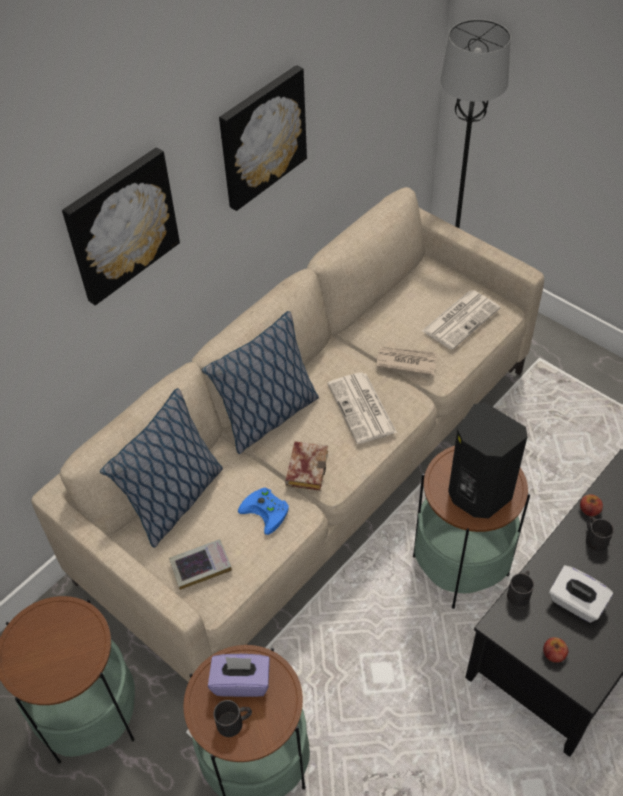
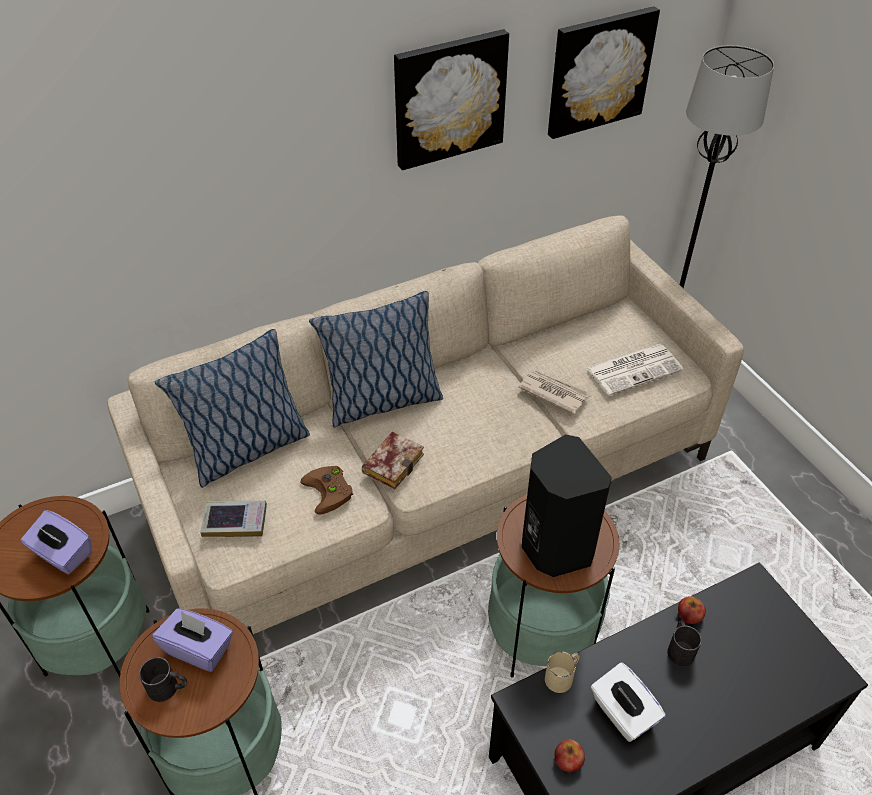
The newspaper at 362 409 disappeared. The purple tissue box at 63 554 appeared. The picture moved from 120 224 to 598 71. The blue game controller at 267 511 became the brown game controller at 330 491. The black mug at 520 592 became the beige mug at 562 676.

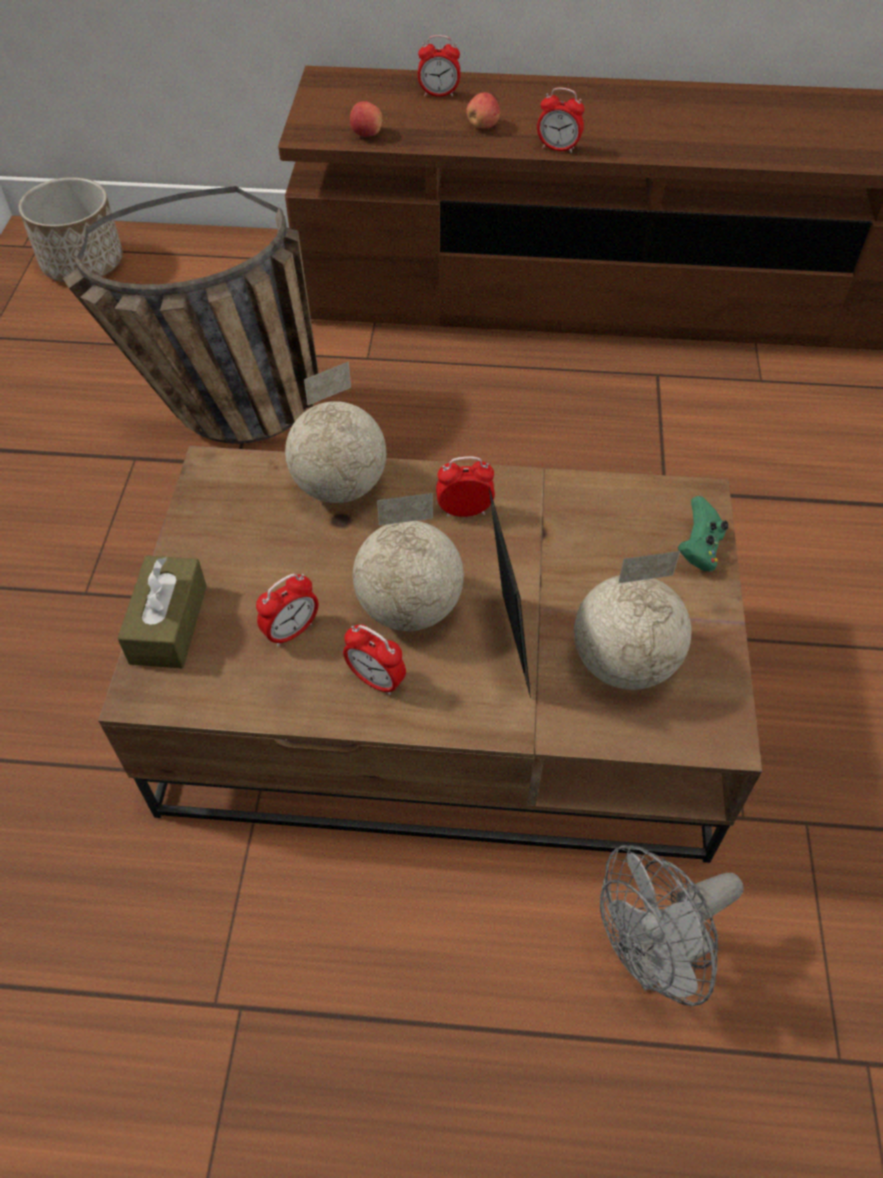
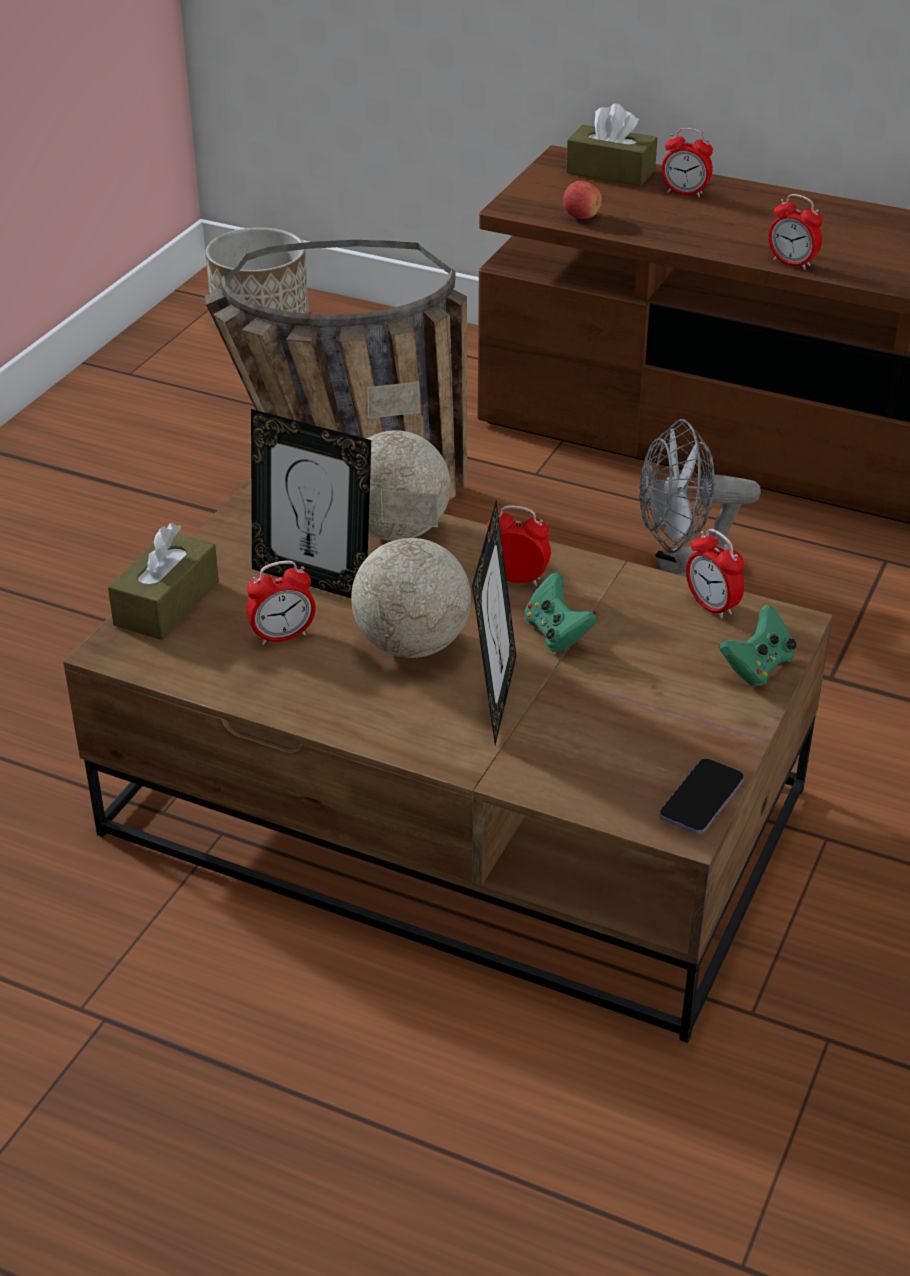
The apple at 483 126 disappeared. The globe at 622 662 disappeared. The picture frame at 313 579 appeared. The green game controller at 556 634 appeared. The brown tissue box at 610 171 appeared. The phone at 701 799 appeared. The alarm clock moved from 376 680 to 711 606. The grey fan moved from 652 957 to 684 571.

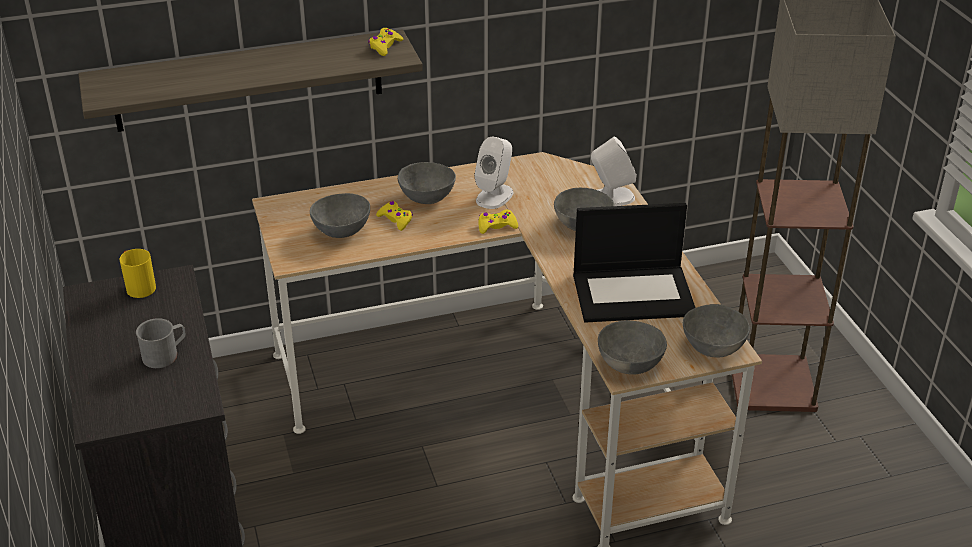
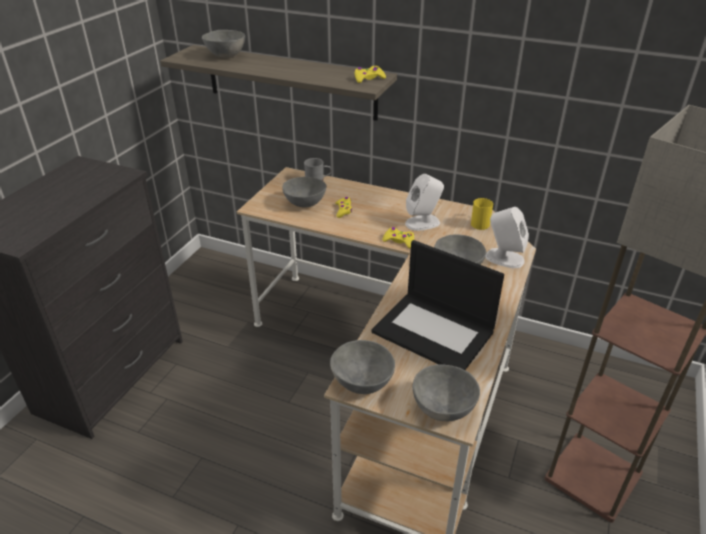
The yellow mug moved from 138 287 to 479 223. The grey mug moved from 165 354 to 317 179. The grey bowl moved from 427 199 to 225 56.

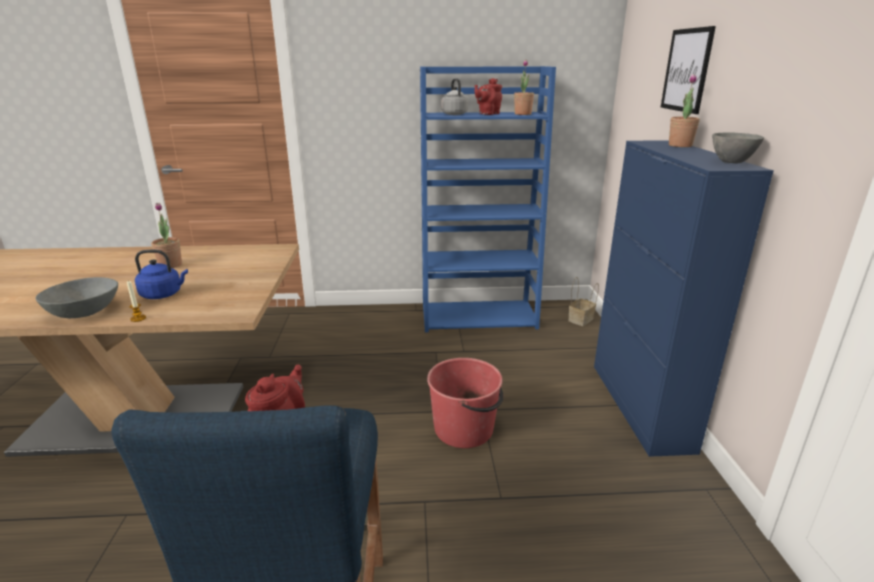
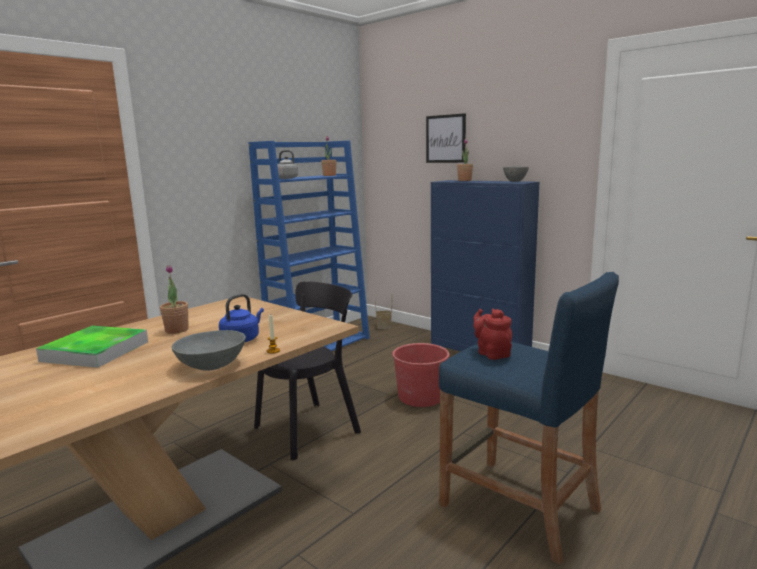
The red teapot at 487 114 disappeared. The tray at 95 351 appeared. The black chair at 311 428 appeared.

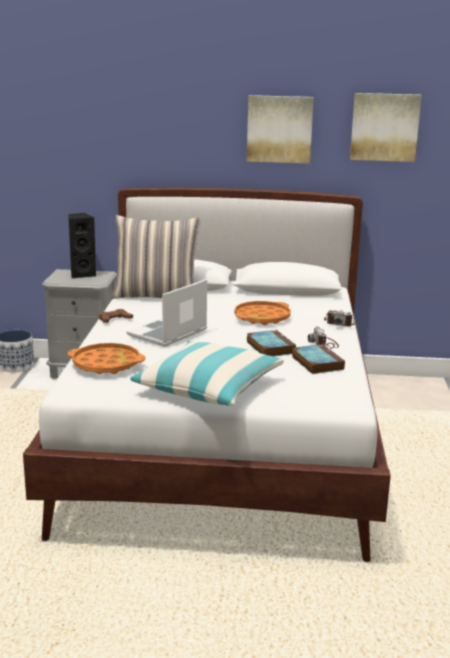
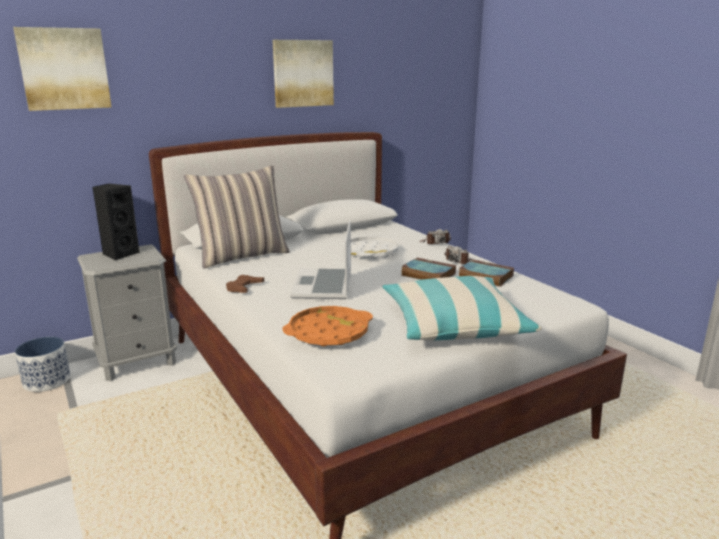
The picture moved from 384 127 to 64 69. The orange tray at 262 317 became the white tray at 371 252.

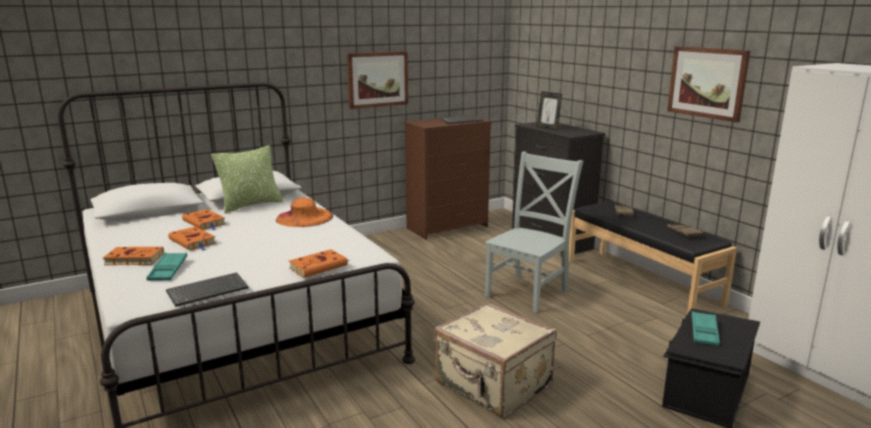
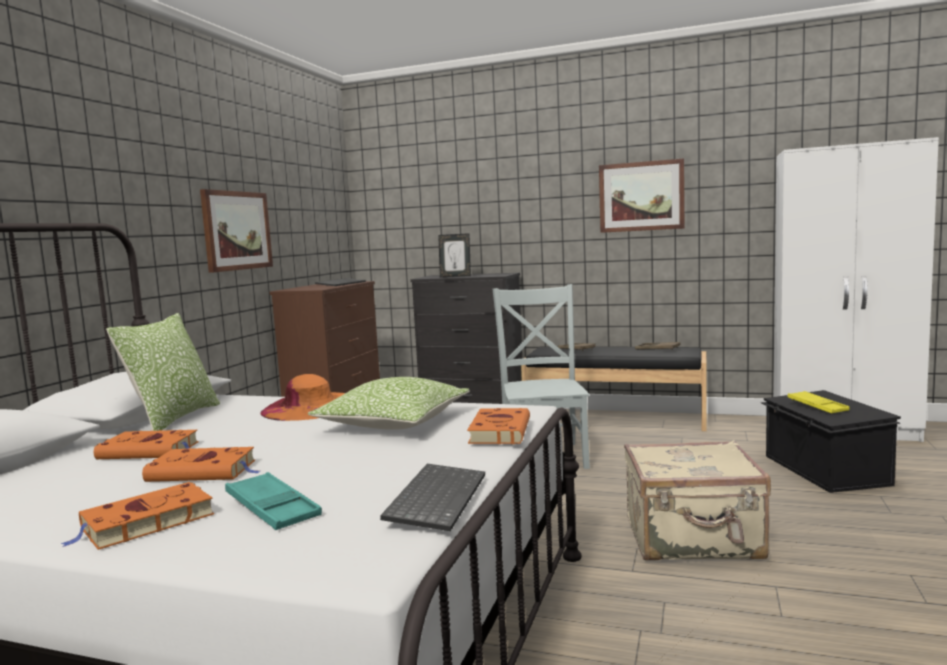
The pillow at 393 423 appeared. The turquoise tray at 704 332 became the yellow tray at 817 406.

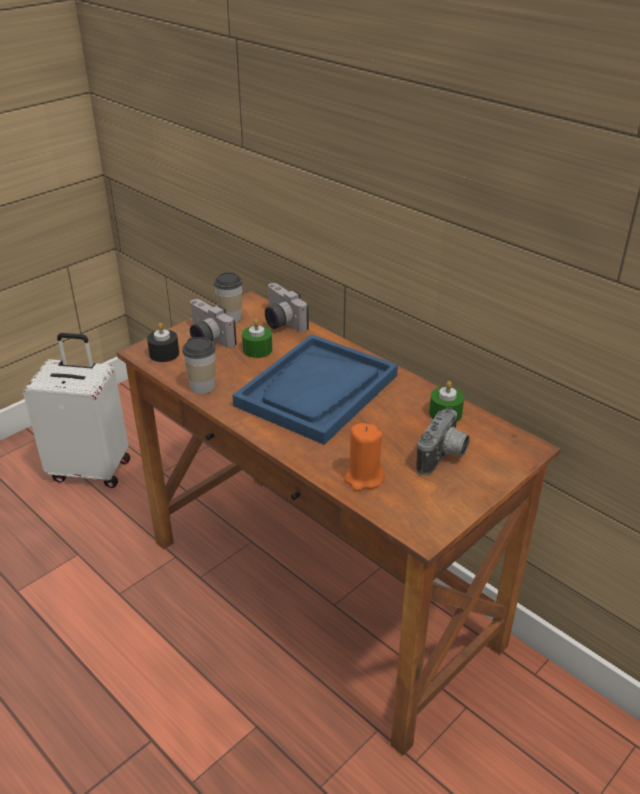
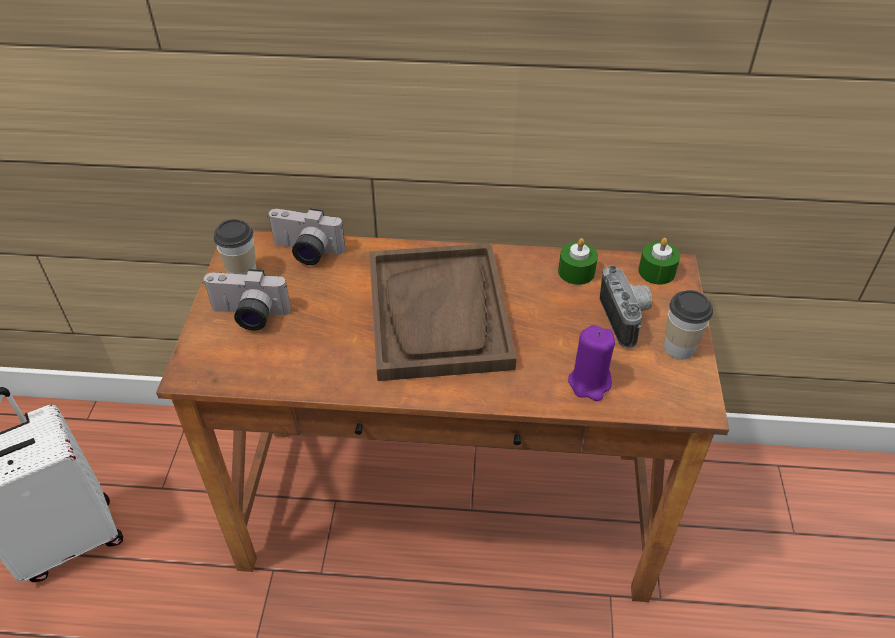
The black candle at 164 354 disappeared. The cup moved from 202 387 to 679 347. The green candle moved from 257 350 to 656 272. The blue tray at 317 391 became the brown tray at 438 313. The orange candle at 363 478 became the purple candle at 589 383.

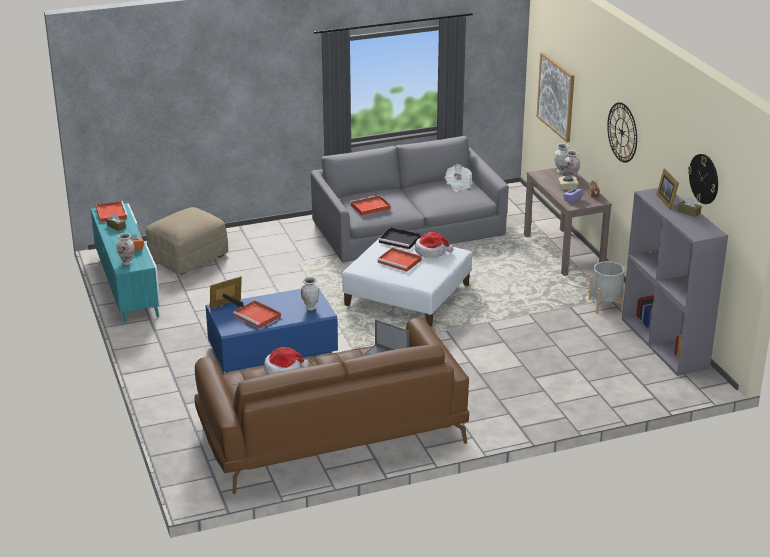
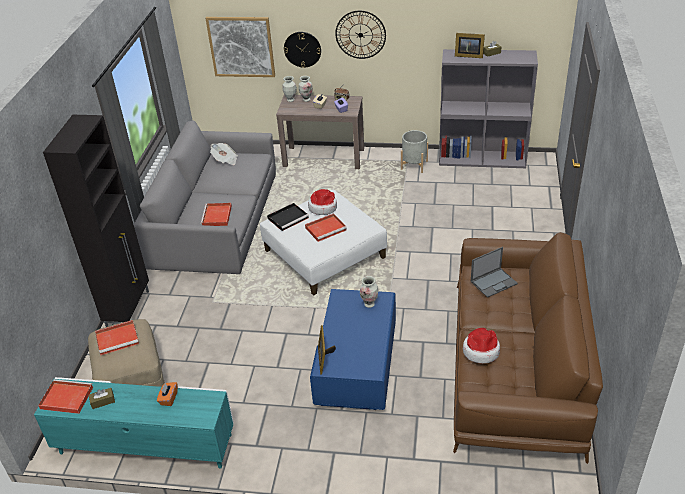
The vase at 127 263 disappeared. The black cabinet at 129 309 appeared. The red tray moved from 258 316 to 118 338. The wall clock moved from 704 178 to 302 49.

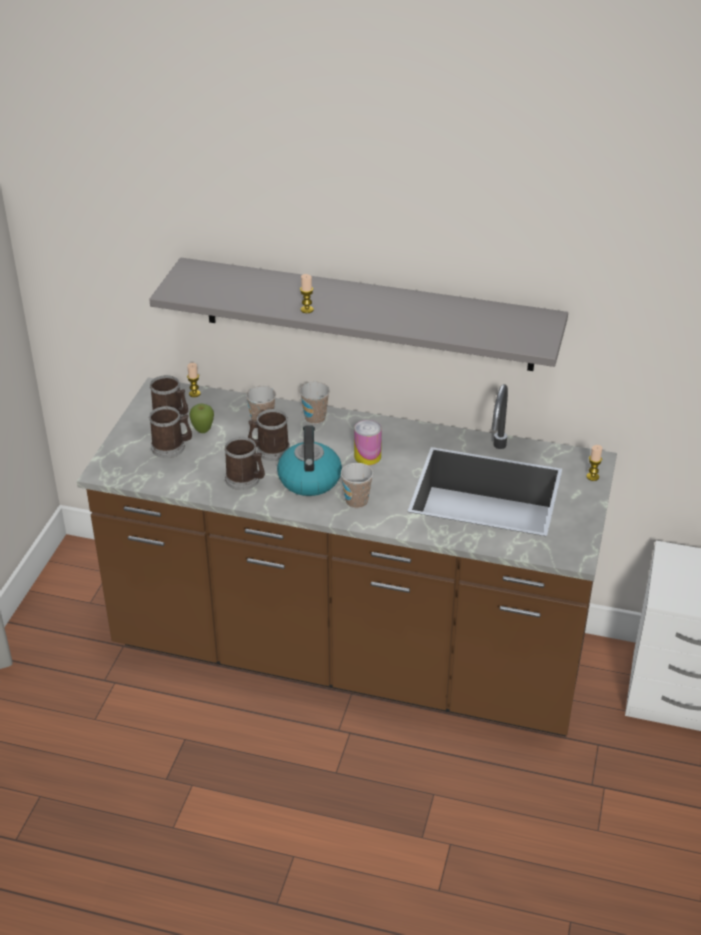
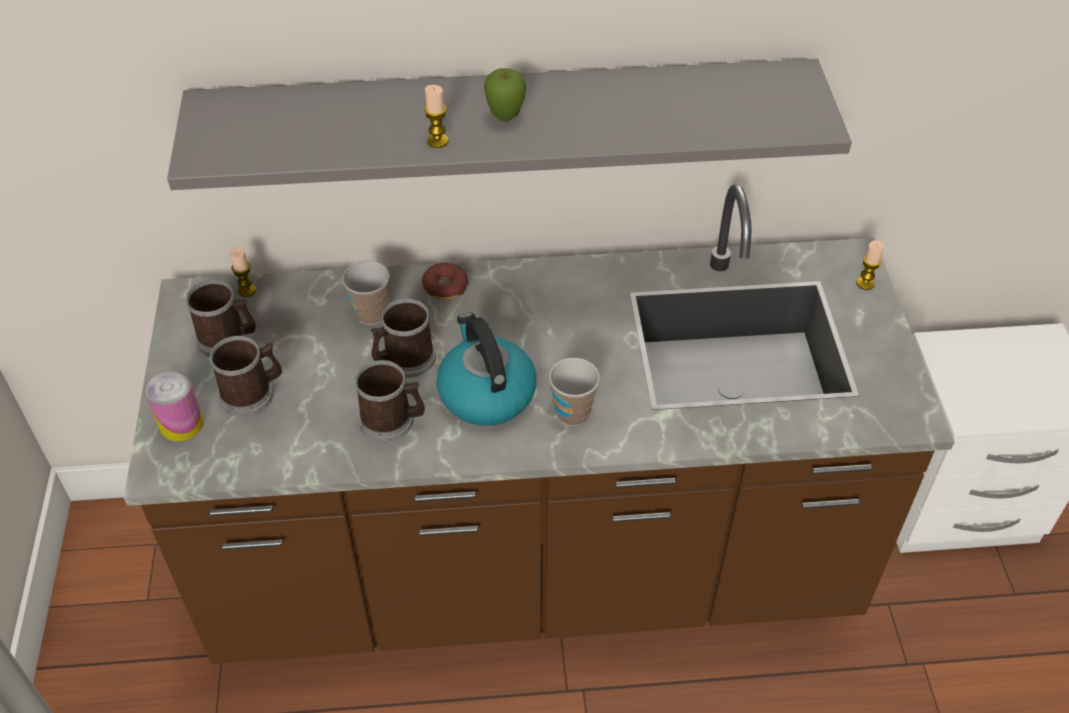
The apple moved from 203 431 to 505 118. The can moved from 367 456 to 181 424. The cup at 315 418 was replaced by the donut at 445 287.

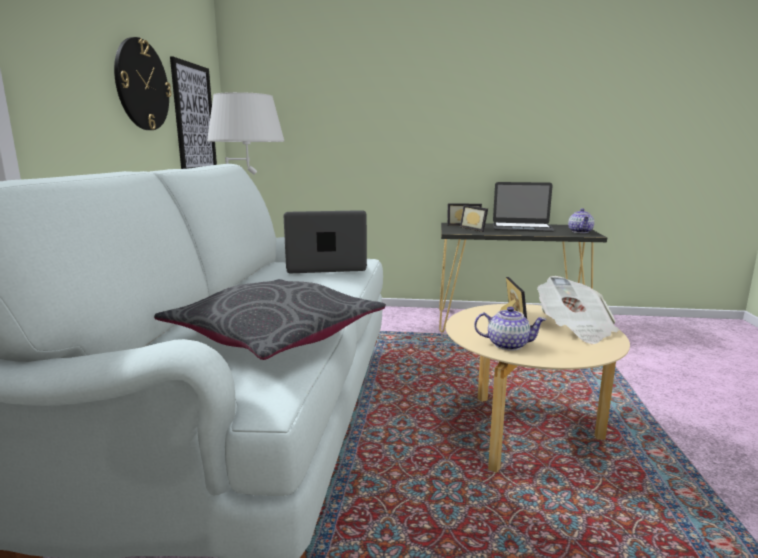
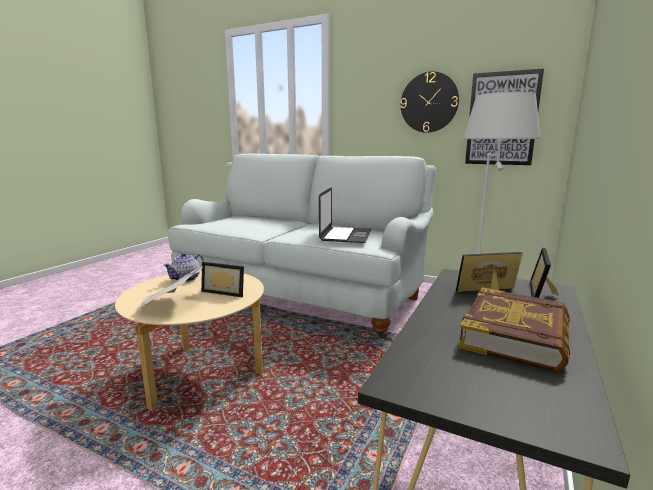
The grey pillow at 274 334 disappeared. The teapot at 580 231 disappeared. The laptop at 522 227 was replaced by the book at 516 335.

